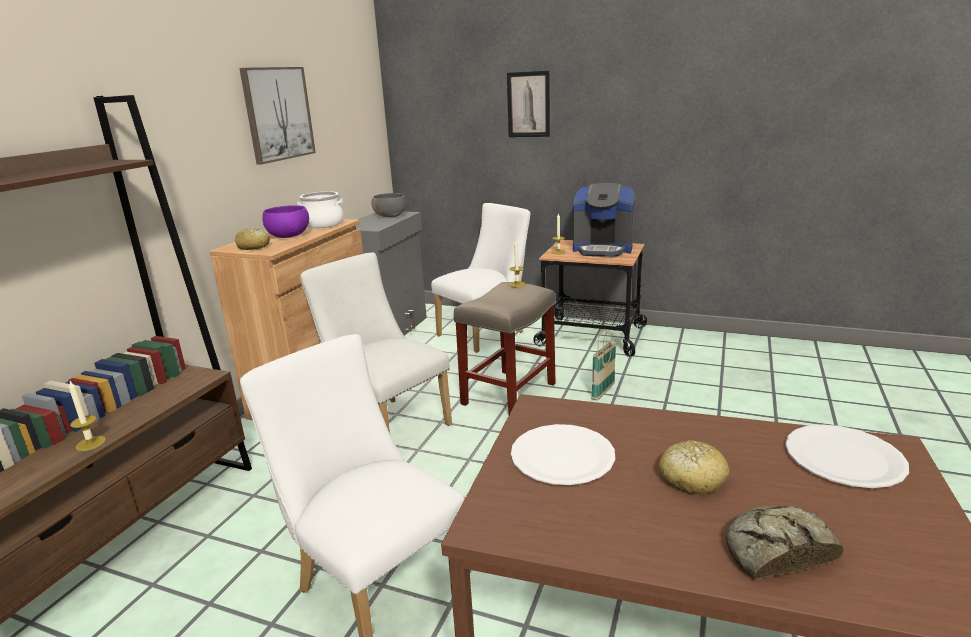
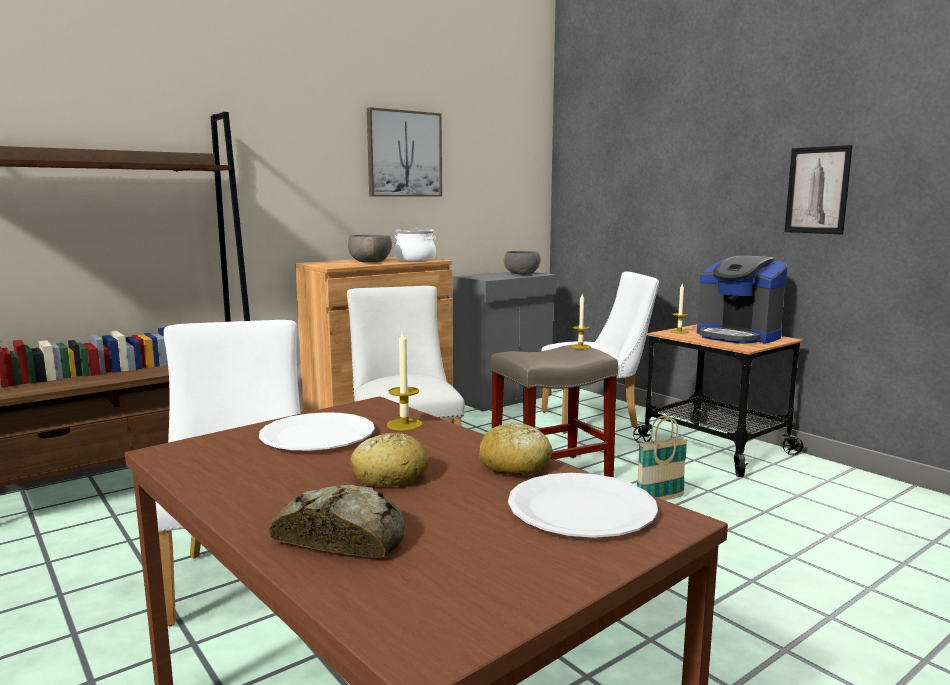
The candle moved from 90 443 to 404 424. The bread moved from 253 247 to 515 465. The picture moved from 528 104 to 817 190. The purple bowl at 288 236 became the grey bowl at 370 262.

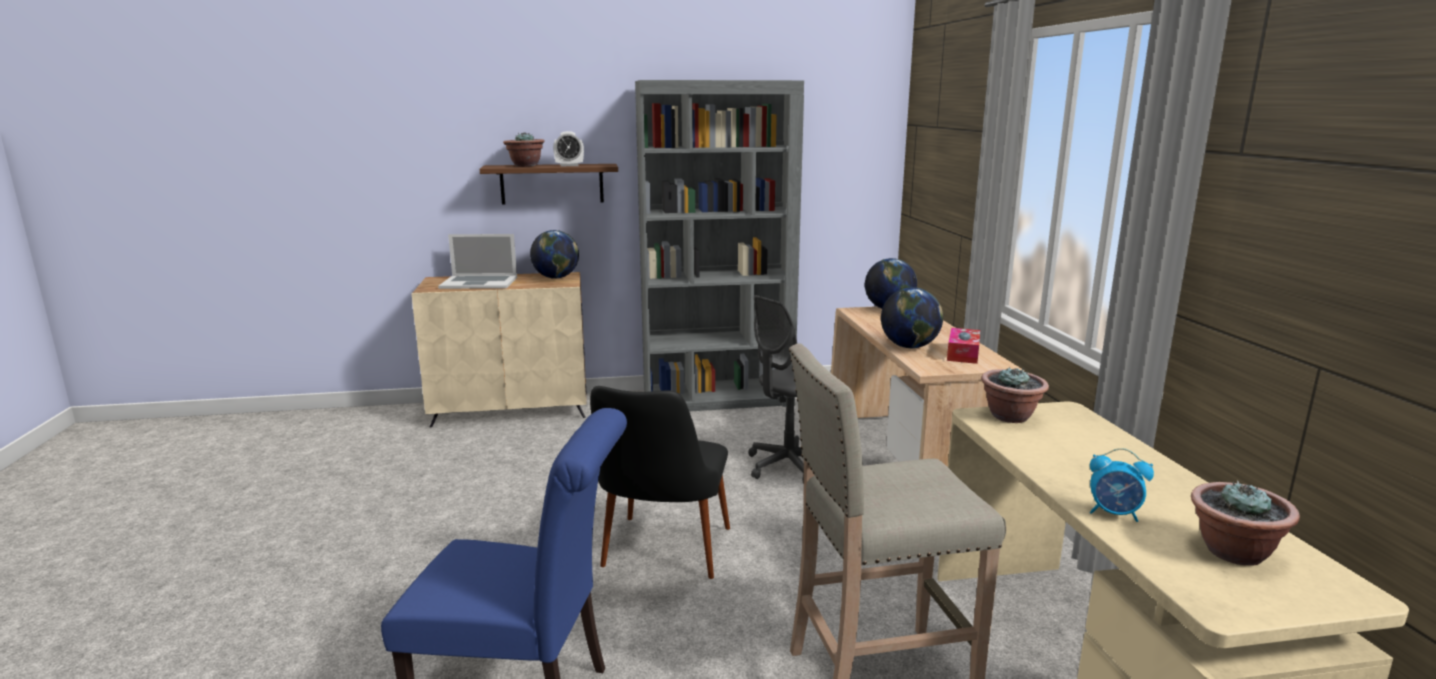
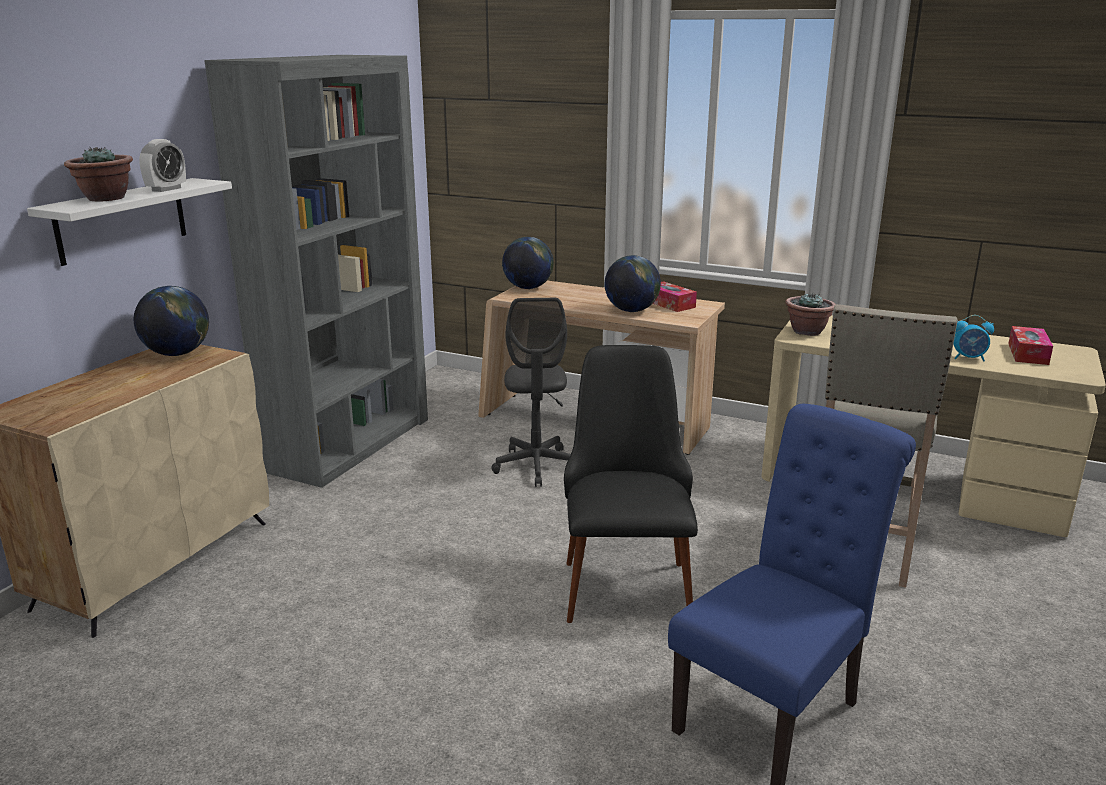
The laptop at 479 282 disappeared. The potted plant at 1233 553 was replaced by the tissue box at 1028 354. The brown shelf at 552 184 became the white shelf at 122 220. The black chair at 661 559 turned 135 degrees counterclockwise. The alarm clock at 1114 514 turned 45 degrees clockwise.

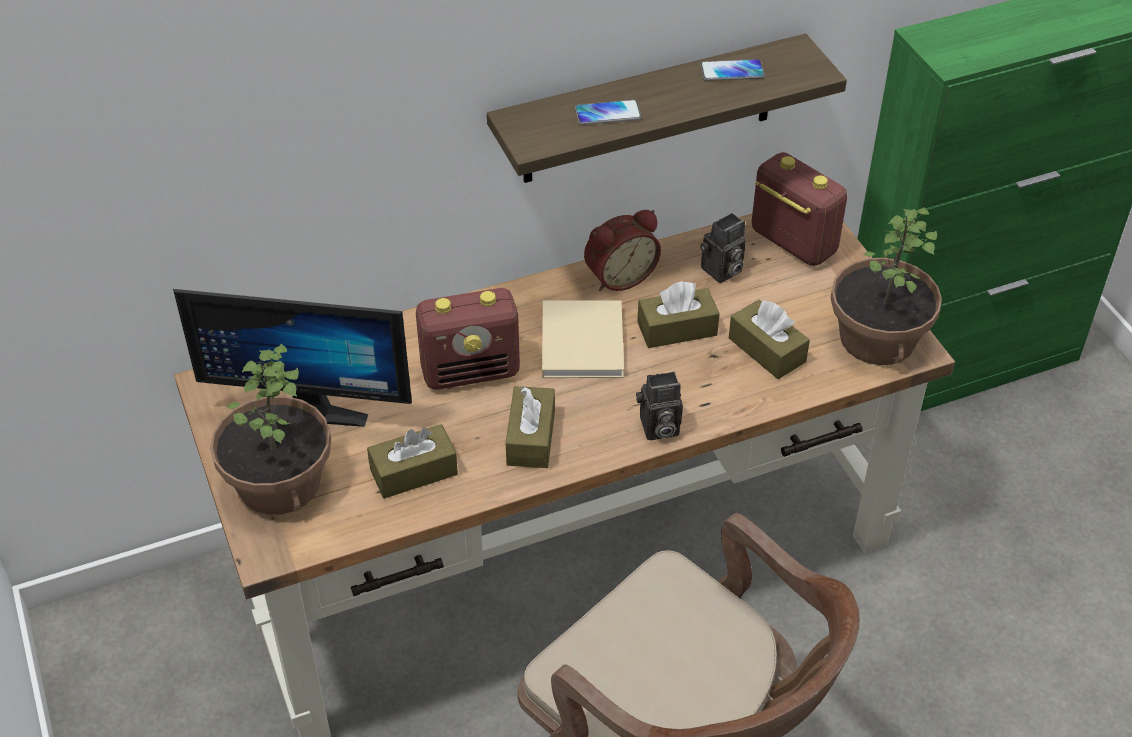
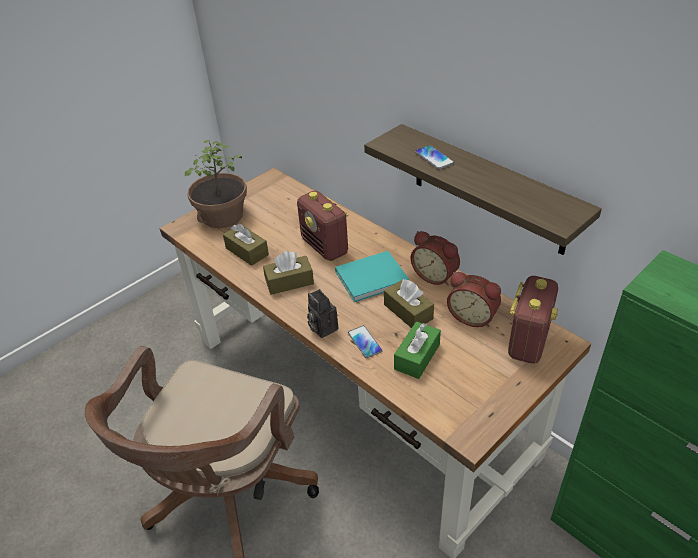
The monitor at 313 404 disappeared. The potted plant at 876 338 disappeared. The phone moved from 732 71 to 364 342. The photo camera at 721 271 was replaced by the alarm clock at 473 316. The beige book at 582 340 became the turquoise book at 373 277. The brown tissue box at 767 350 became the green tissue box at 417 357.

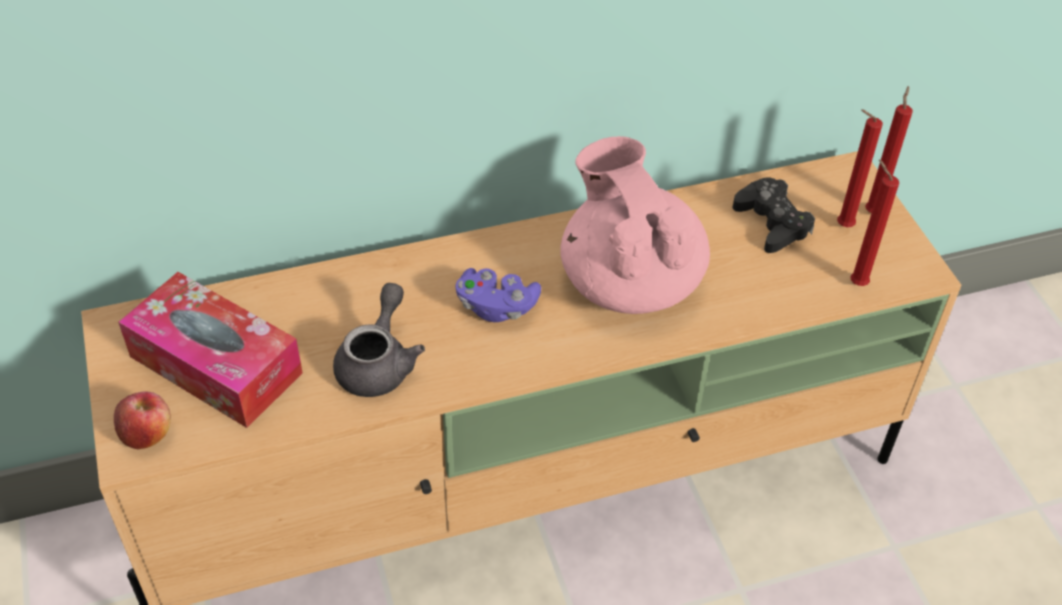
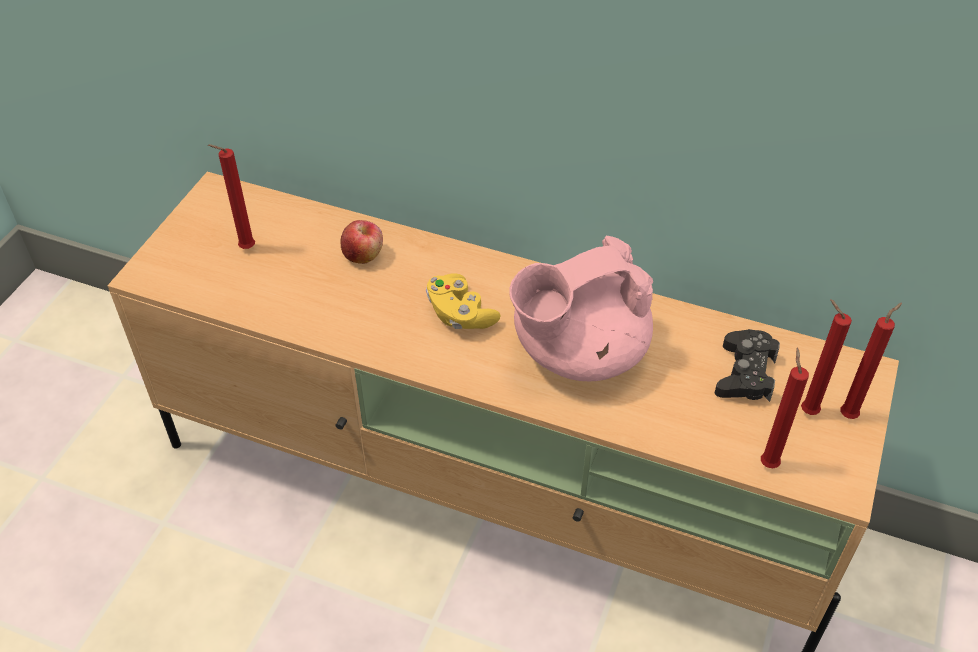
The grey teapot at 379 362 disappeared. The apple moved from 147 434 to 363 255. The tissue box at 216 365 was replaced by the red candle at 244 249. The purple game controller at 496 306 became the yellow game controller at 460 314. The pink teapot at 629 281 turned 135 degrees counterclockwise.

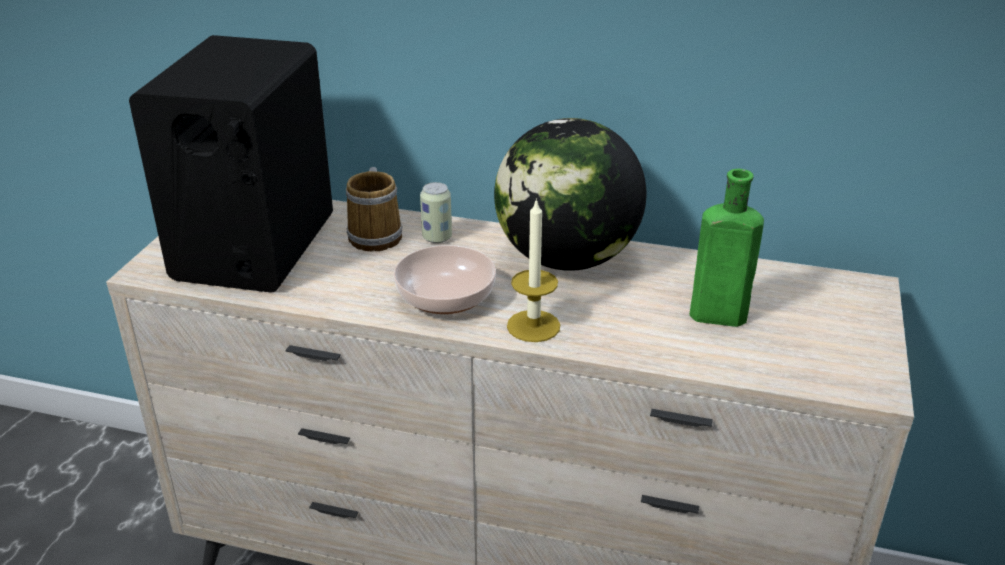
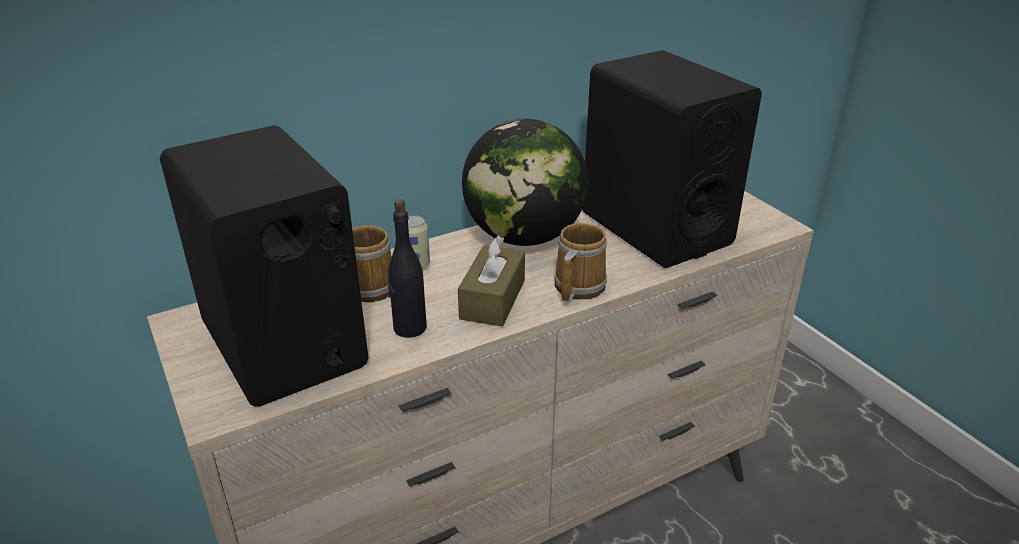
The black bottle at 409 328 appeared. The bowl at 446 296 was replaced by the brown tissue box at 492 299. The candle at 533 326 was replaced by the mug at 576 287. The green bottle at 713 315 was replaced by the black speaker at 655 228.

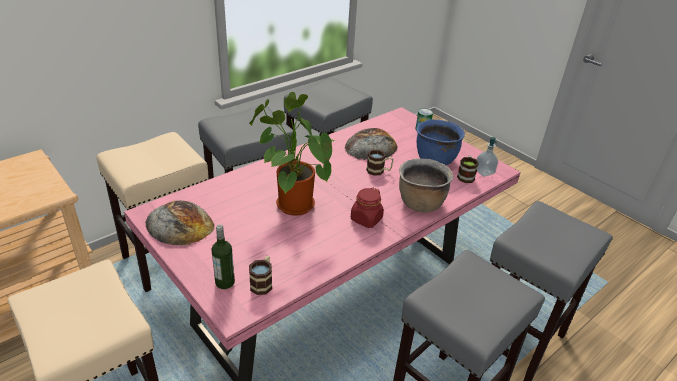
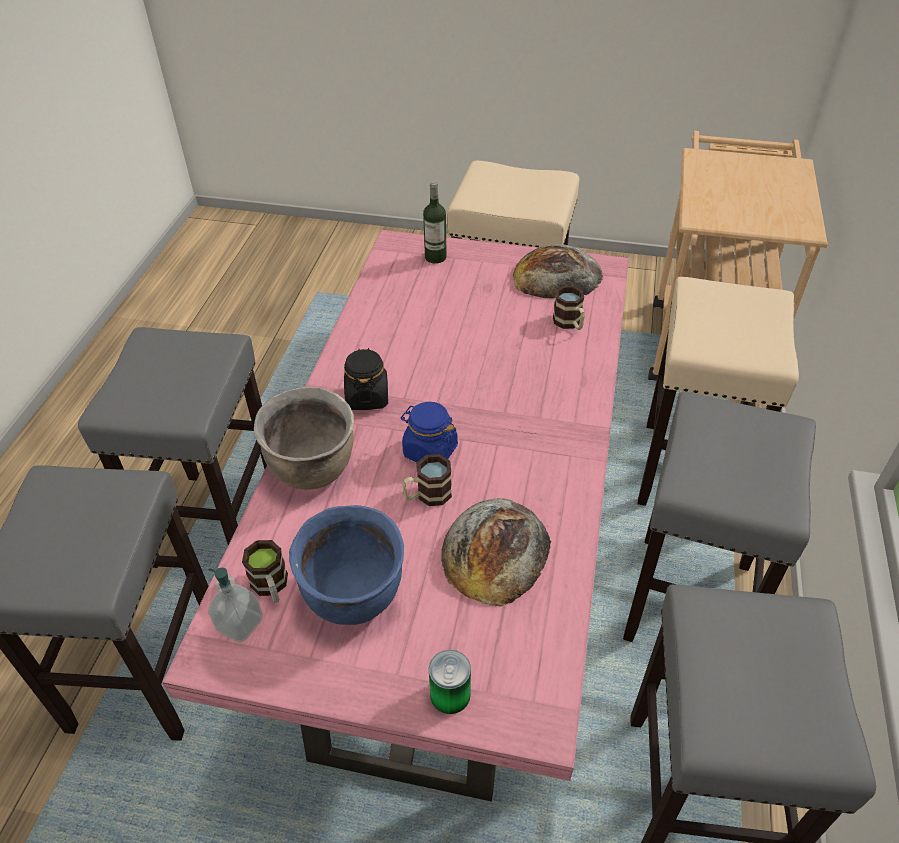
The potted plant at 291 203 disappeared. The blue jar at 430 451 appeared. The mug moved from 263 282 to 570 323. The red jar at 366 219 became the black jar at 367 397.

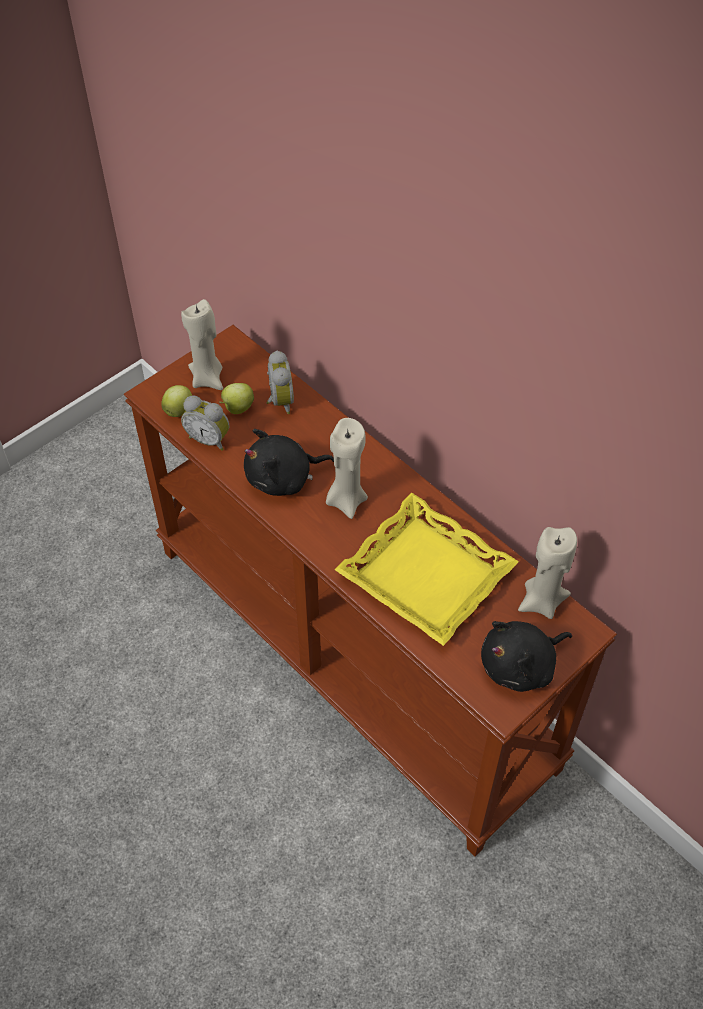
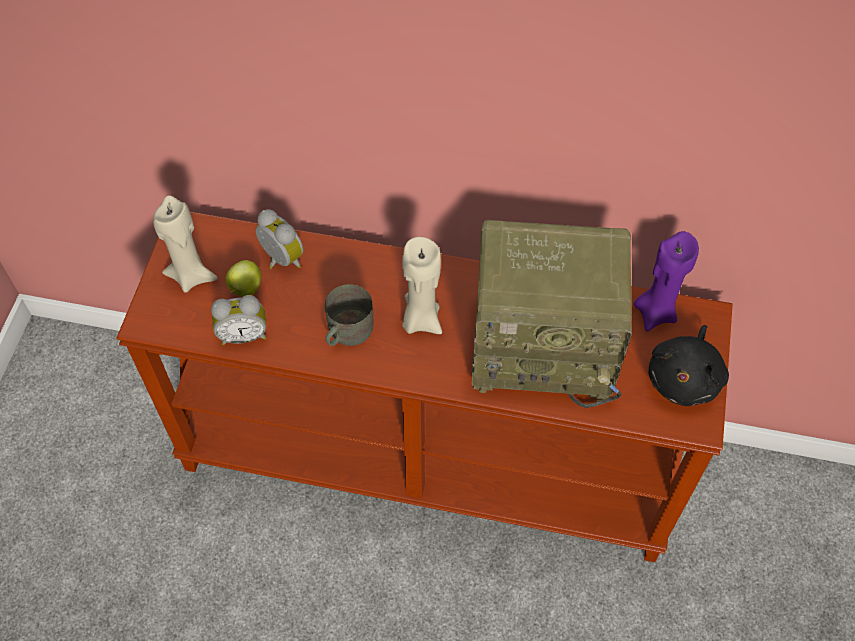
The apple at 179 410 disappeared. The black plush toy at 283 478 was replaced by the grey mug at 346 332. The yellow tray at 426 574 was replaced by the radio at 545 345. The beige candle at 541 602 became the purple candle at 655 312.

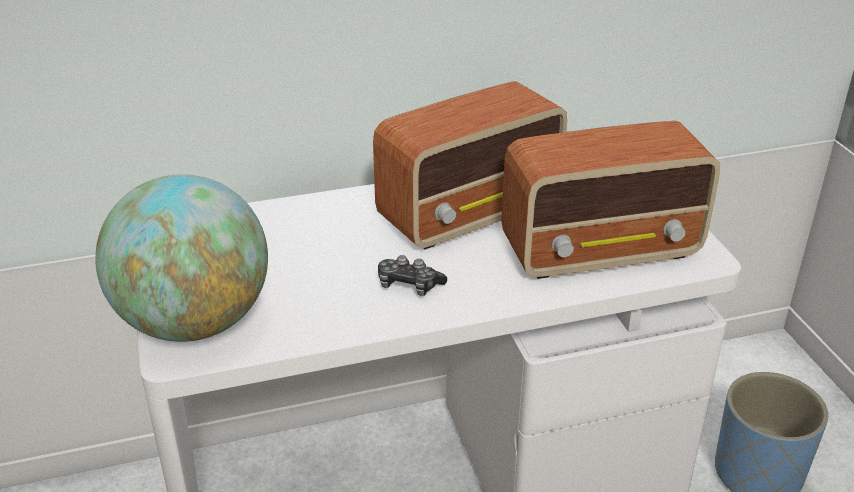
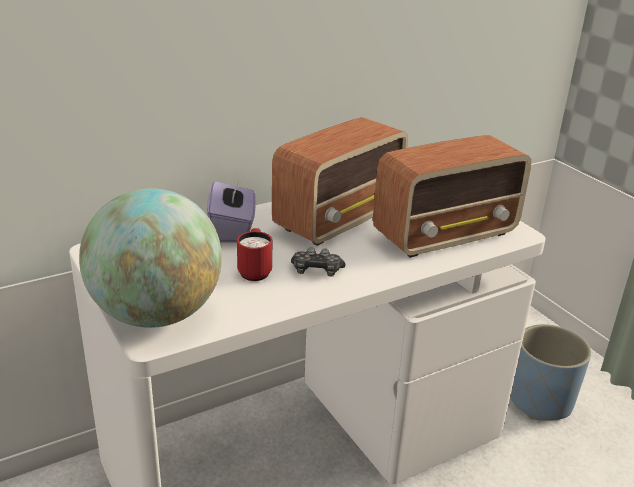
The purple tissue box at 232 229 appeared. The red mug at 255 271 appeared.

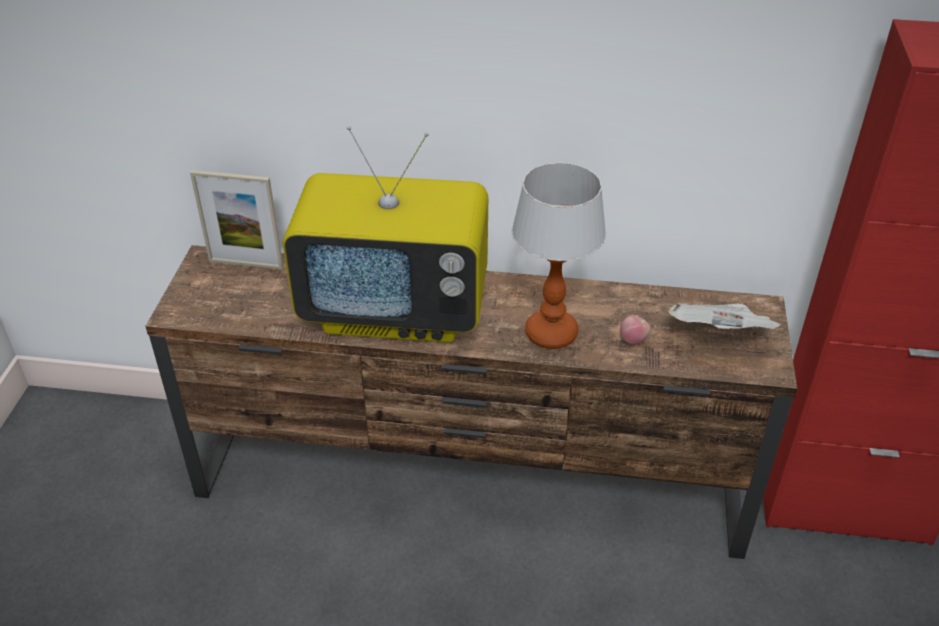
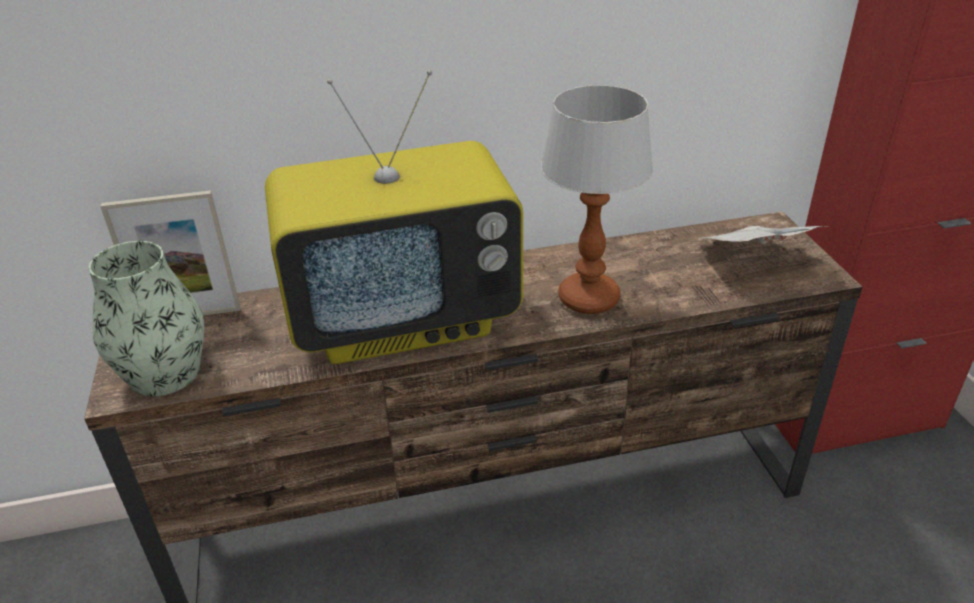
The apple at 633 340 disappeared. The vase at 164 373 appeared.

